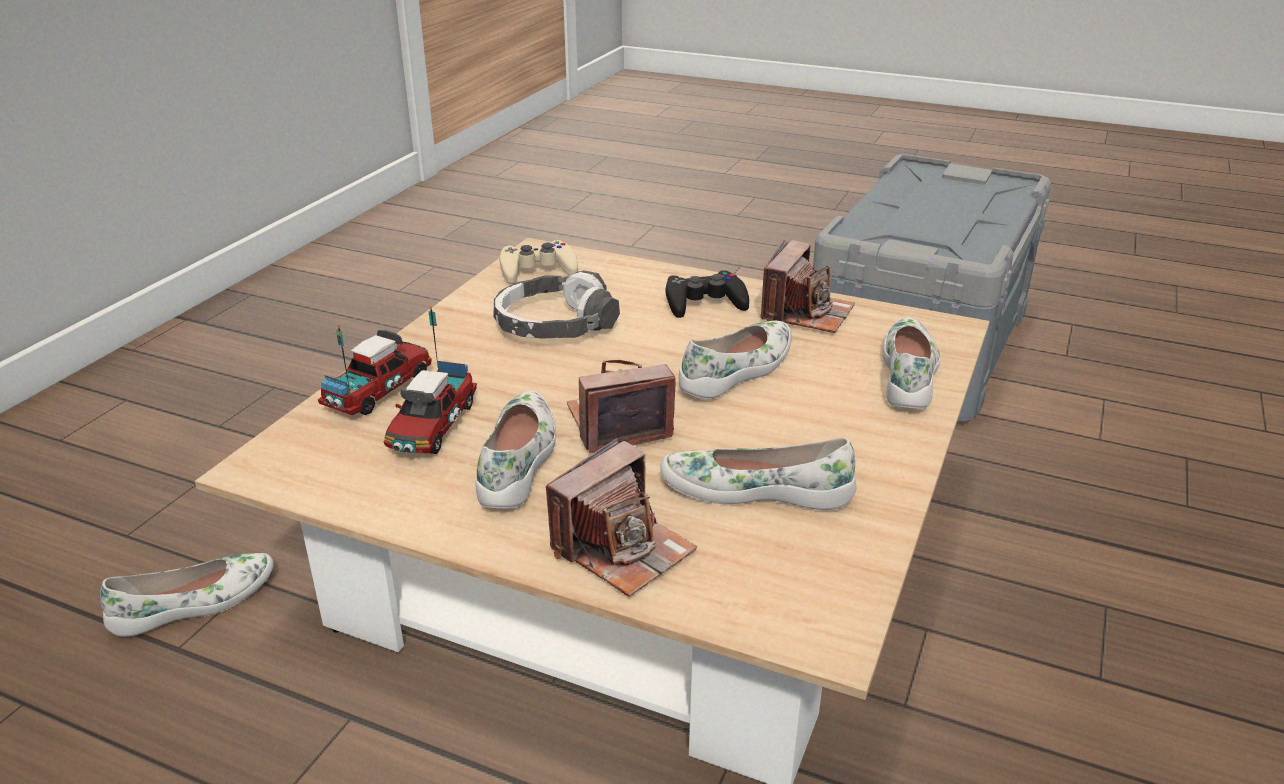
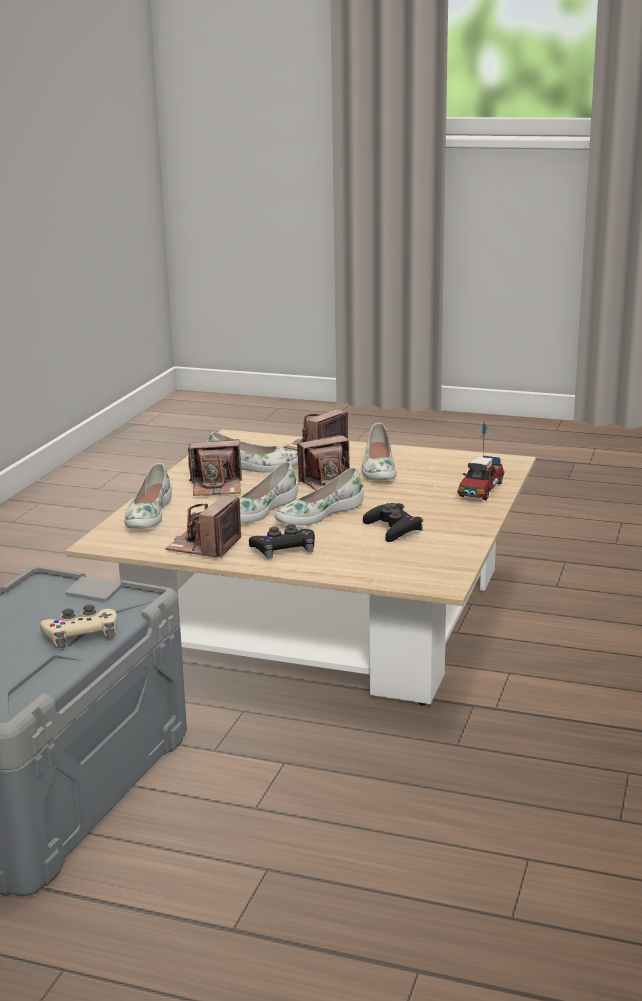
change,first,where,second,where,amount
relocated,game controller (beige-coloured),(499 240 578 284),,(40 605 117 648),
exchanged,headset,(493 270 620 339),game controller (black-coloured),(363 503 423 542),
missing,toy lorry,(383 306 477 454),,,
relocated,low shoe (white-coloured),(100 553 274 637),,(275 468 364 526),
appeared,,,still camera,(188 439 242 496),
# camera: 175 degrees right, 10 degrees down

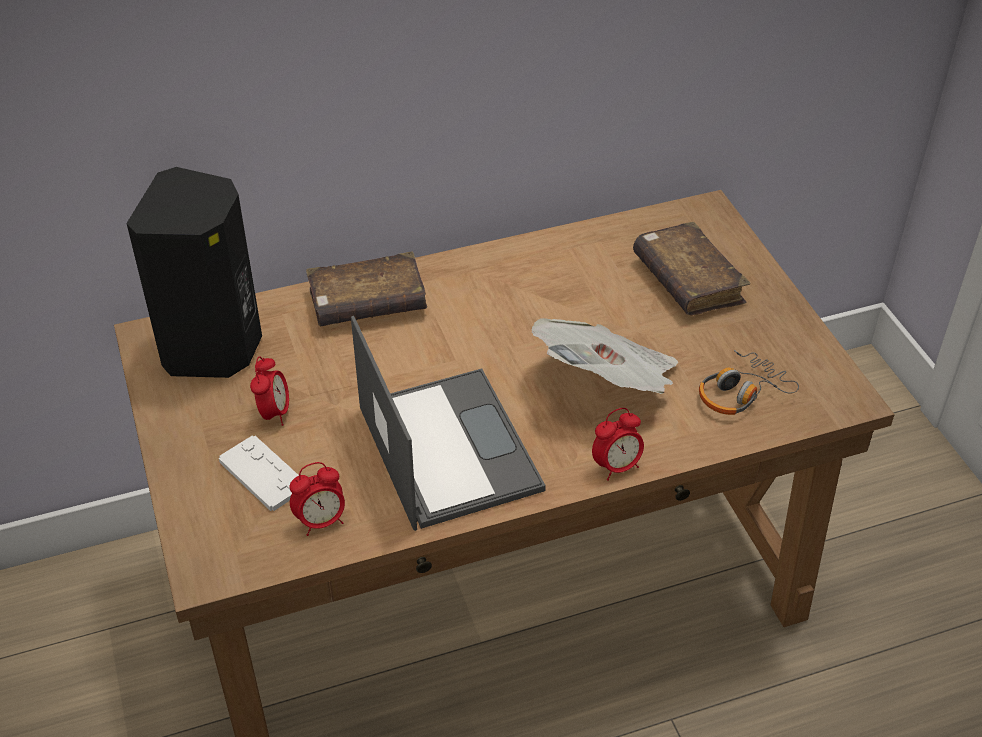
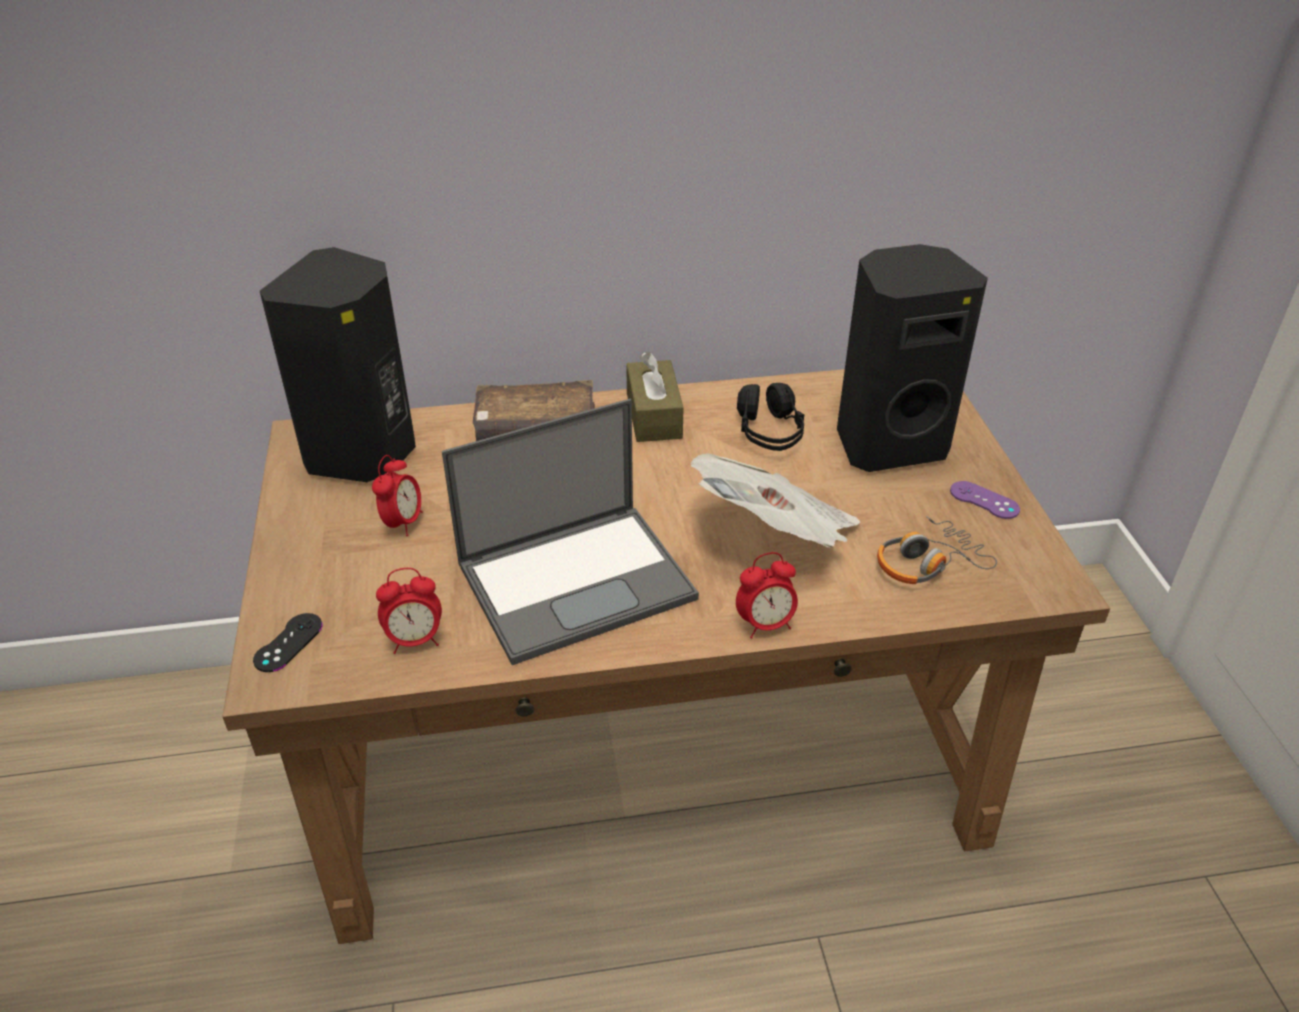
change,first,where,second,where,amount
exchanged,bound book (brown),(633 222 750 316),audio speaker (black-coloured),(837 244 988 472),
spun,laptop,(351 316 546 531),,(442 399 699 665),75 degrees clockwise
missing,game controller (white-coloured),(219 436 299 511),,,
appeared,,,tissue holder (brown),(626 352 683 442),
appeared,,,headset (black-coloured),(737 383 804 451),
appeared,,,game controller (purplish),(950 481 1020 519),
appeared,,,game controller (black-coloured),(253 613 323 672),
# camera: 10 degrees right, 5 degrees down

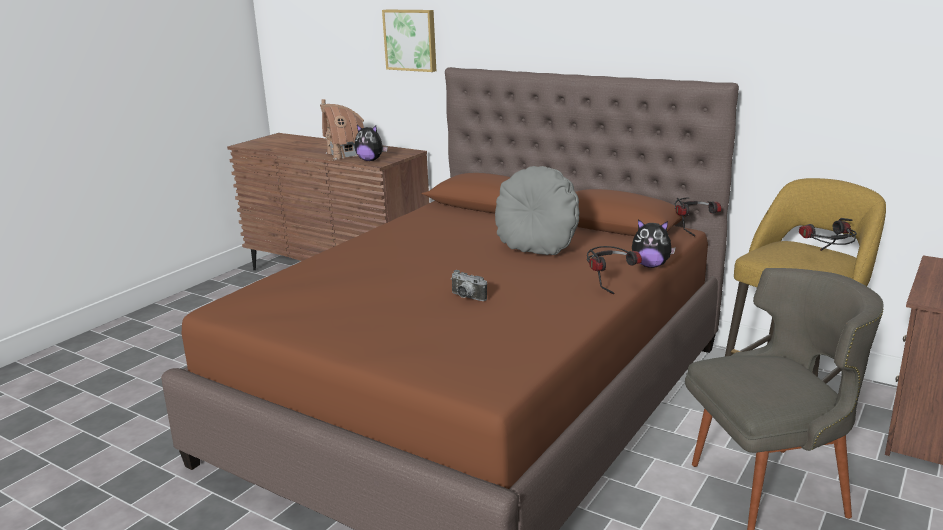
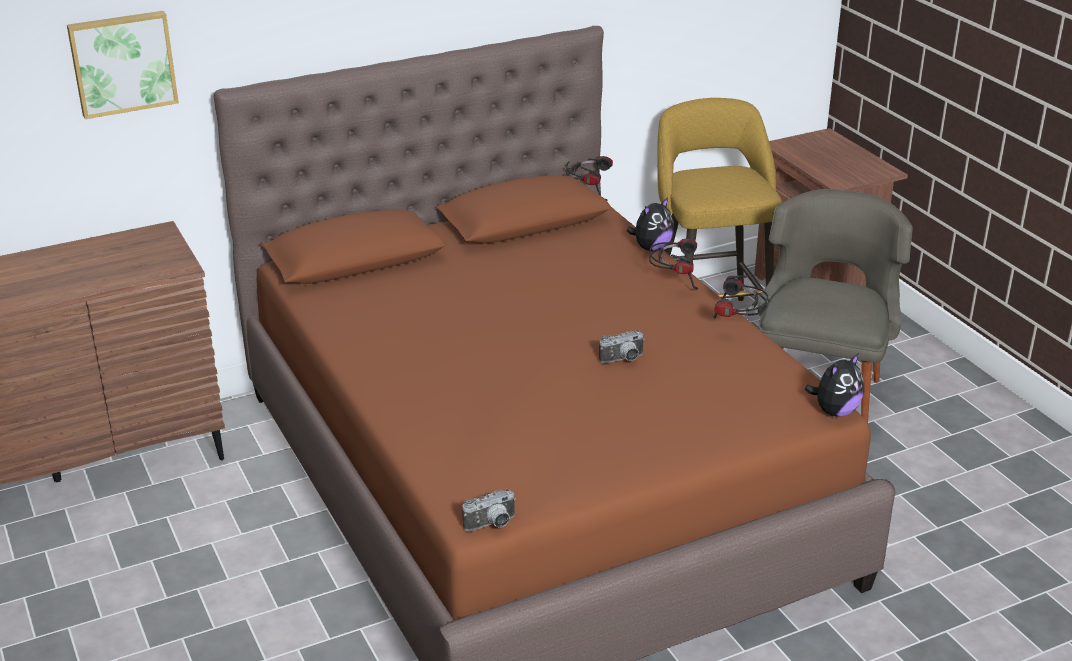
change,first,where,second,where,amount
missing,toy house,(320 99 364 160),,,
relocated,cuddly toy,(354 125 388 161),,(805 353 864 417),
missing,cushion (greyish),(495 166 580 255),,,
relocated,headset,(799 218 857 251),,(714 275 768 319),
appeared,,,still camera,(462 489 516 531),
# camera: 60 degrees left, 10 degrees up

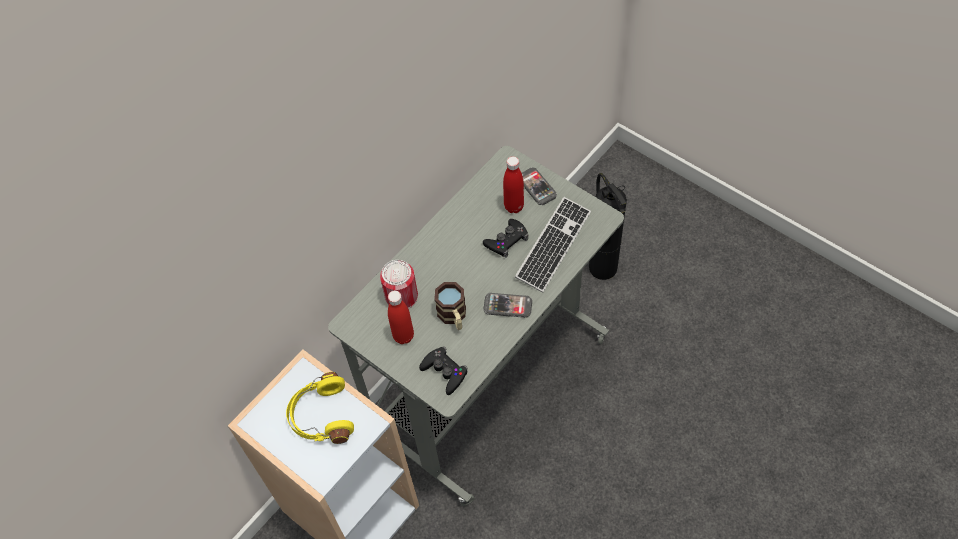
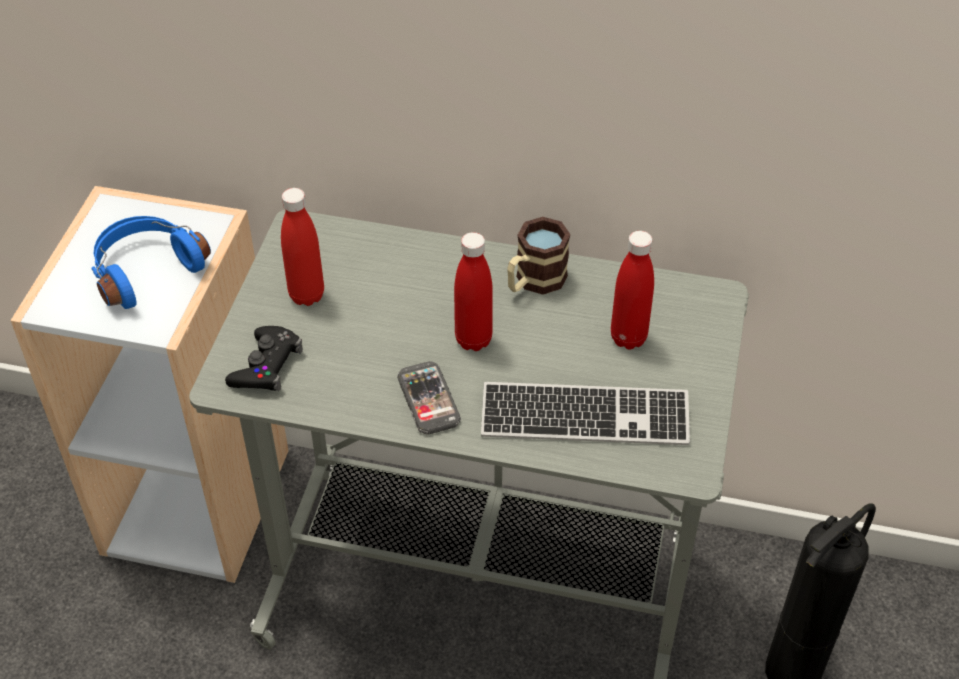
change,first,where,second,where,amount
missing,telephone,(522 167 557 205),,,
missing,game controller (black-coloured),(483 219 528 258),,,
missing,can,(380 260 418 309),,,
relocated,tea mug,(434 282 466 330),,(507 217 570 295),
colour,headset (yellowish),(286 372 354 444),headset (blue),(91 216 211 309),
appeared,,,beverage bottle (red-coloured),(454 232 493 351),
# camera: 60 degrees right, 10 degrees down

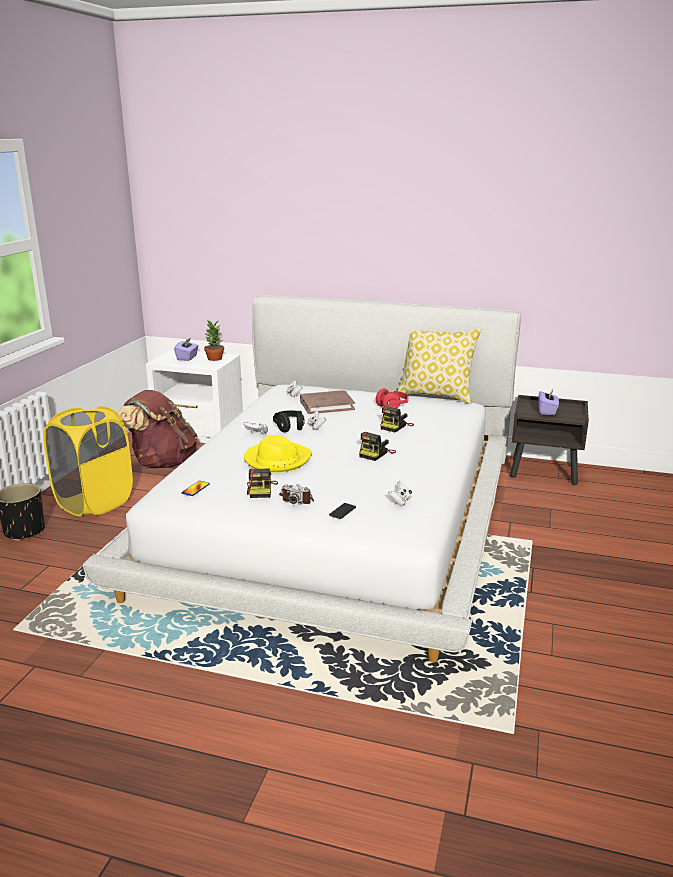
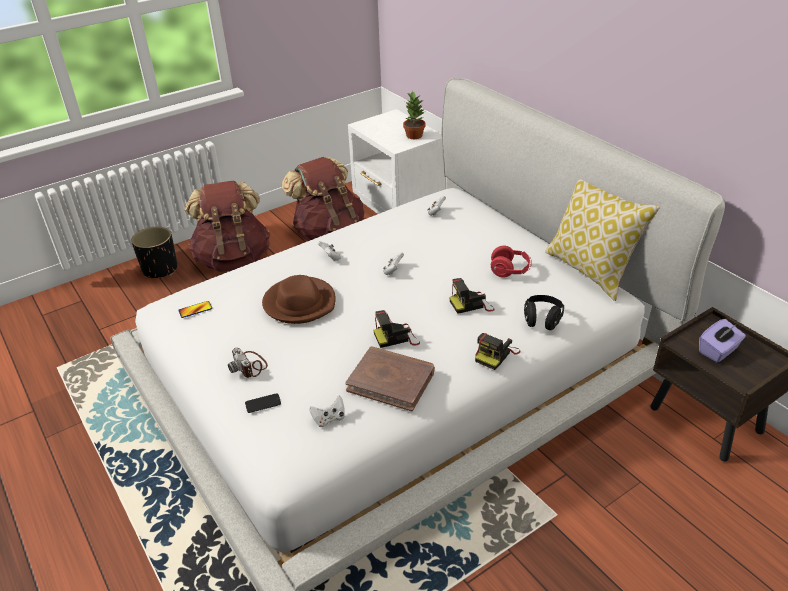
change,first,where,second,where,amount
missing,tissue holder (purplish),(174 337 199 361),,,
relocated,bound book (brown),(300 390 355 414),,(345 346 435 411),
exchanged,hamper (yellowish),(44 406 133 517),knapsack (brown),(185 181 270 272),
relocated,headset (black-coloured),(273 410 305 433),,(524 295 564 330),
colour,wearable hat (yellowish),(244 435 312 473),wearable hat (brown),(262 275 336 324),
relocated,still camera,(247 469 278 498),,(475 333 521 370),
# camera: 40 degrees right, 15 degrees up

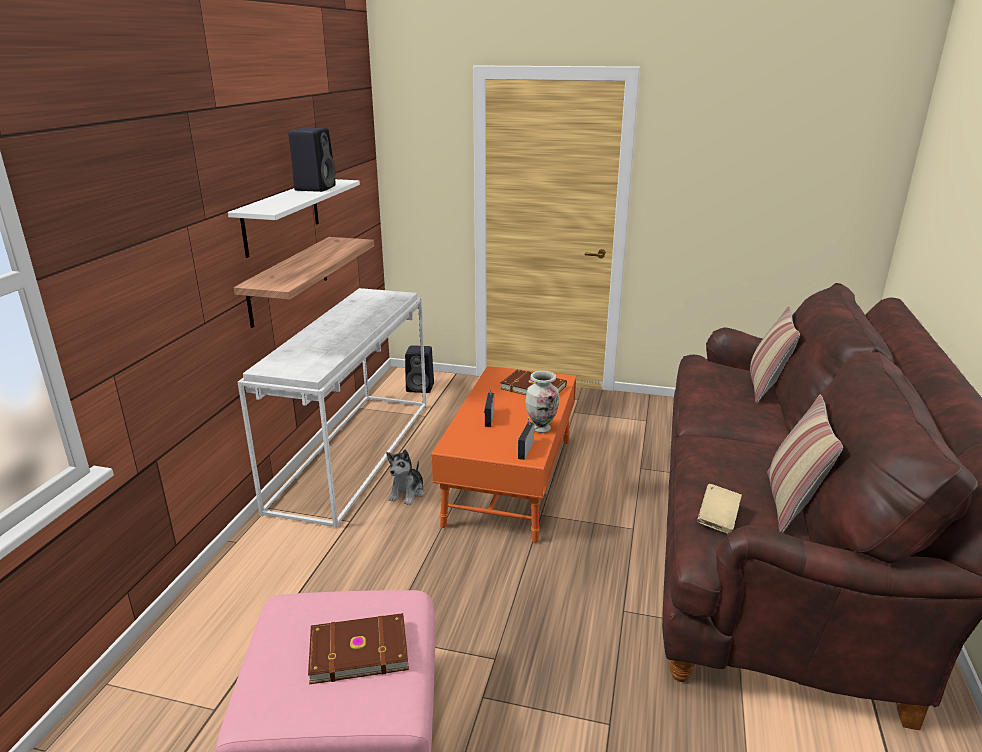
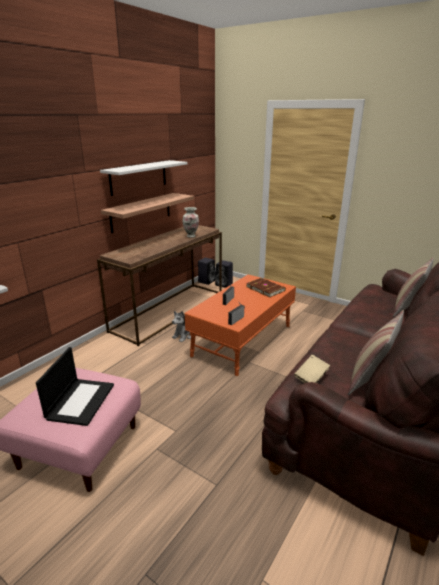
change,first,where,second,where,amount
relocated,audio speaker (black-coloured),(288 128 336 192),,(198 258 216 285),
colour,hall table (white-coloured),(237 288 426 529),hall table (brown),(97 225 222 346),
relocated,vase,(525 371 559 433),,(183 207 199 238),
exchanged,bound book (brown),(308 613 409 685),laptop,(36 347 114 426),
# camera: 20 degrees right, 0 degrees up

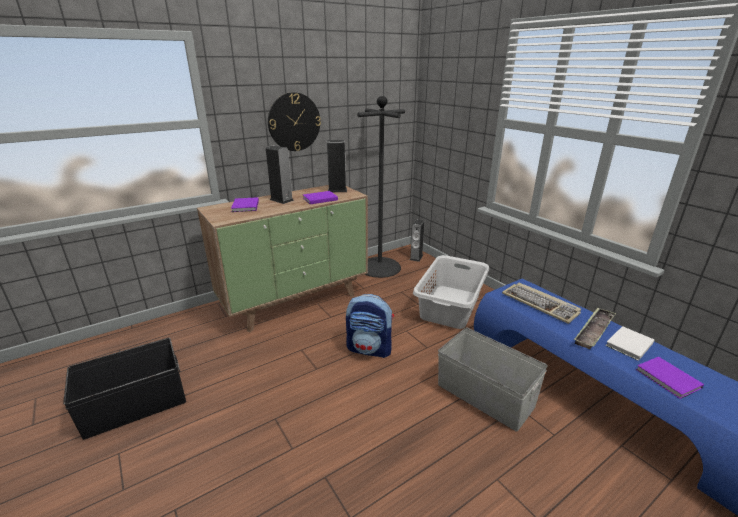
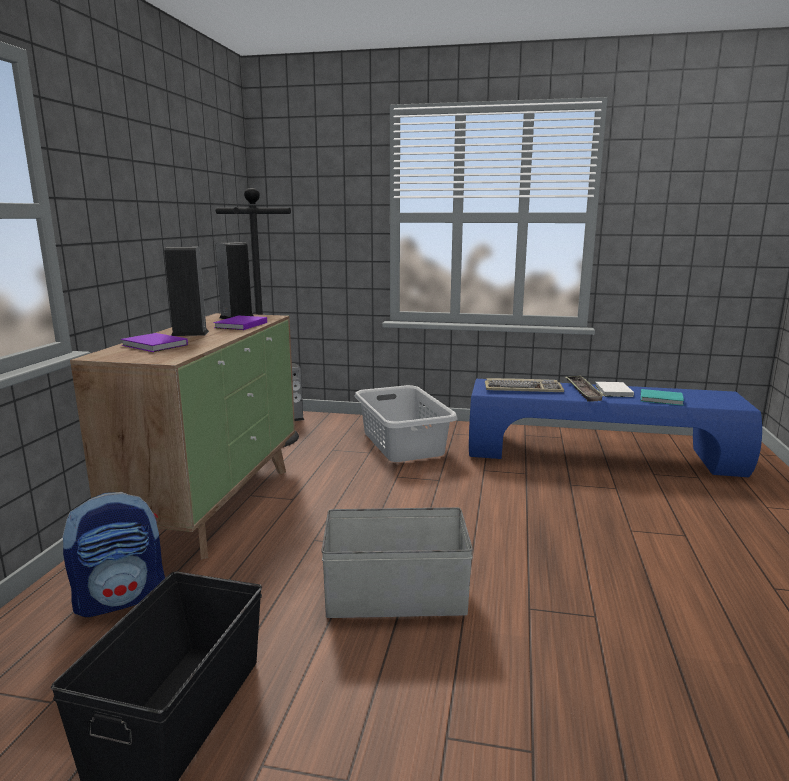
change,first,where,second,where,amount
missing,wall clock,(268 92 321 151),,,
relocated,knapsack,(346 294 394 358),,(62 492 165 617),
relocated,storage bin (greyish),(438 328 548 432),,(321 507 473 618),
colour,bound book (purplish),(636 357 704 399),bound book (turquoise-coloured),(641 389 684 406),
# camera: 45 degrees left, 10 degrees down

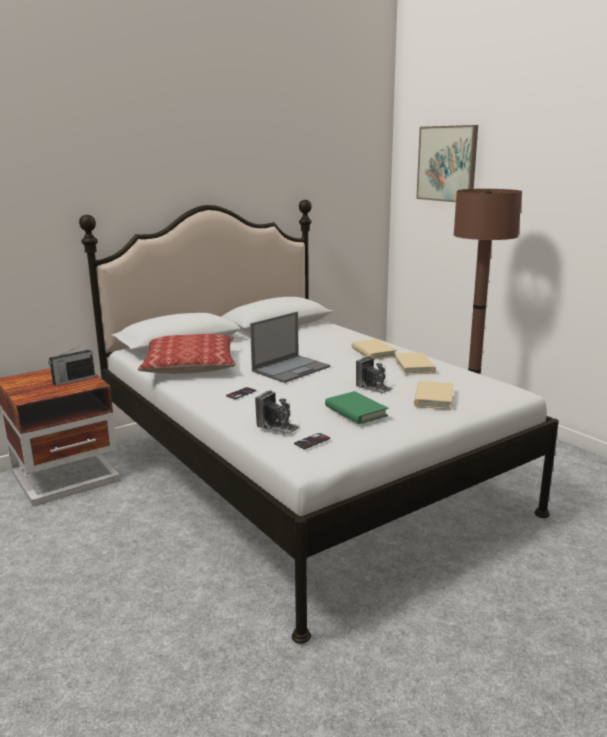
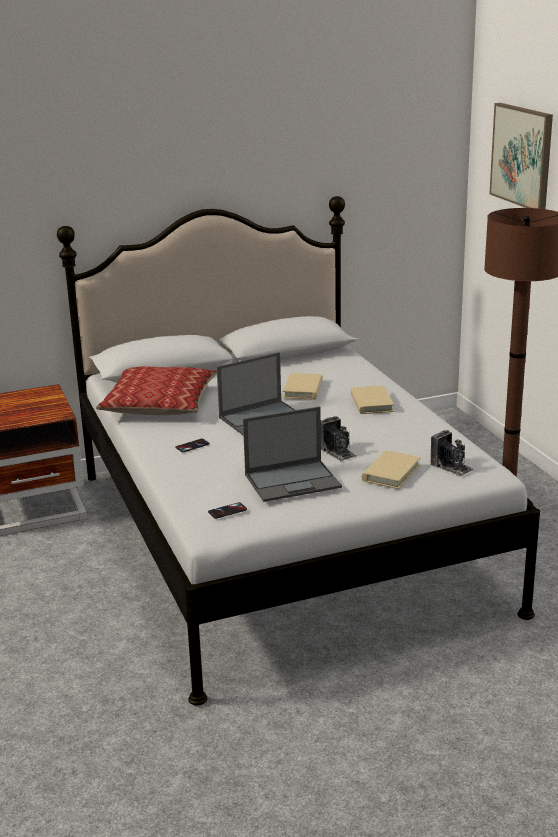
change,first,where,second,where,amount
missing,radio,(49 346 95 386),,,
relocated,bound book (beige-coloured),(394 353 436 375),,(283 373 323 399),
relocated,still camera,(255 390 300 435),,(431 430 474 476),
exchanged,bound book (green),(325 391 388 424),laptop,(243 406 342 502),
# camera: 15 degrees right, 5 degrees up

